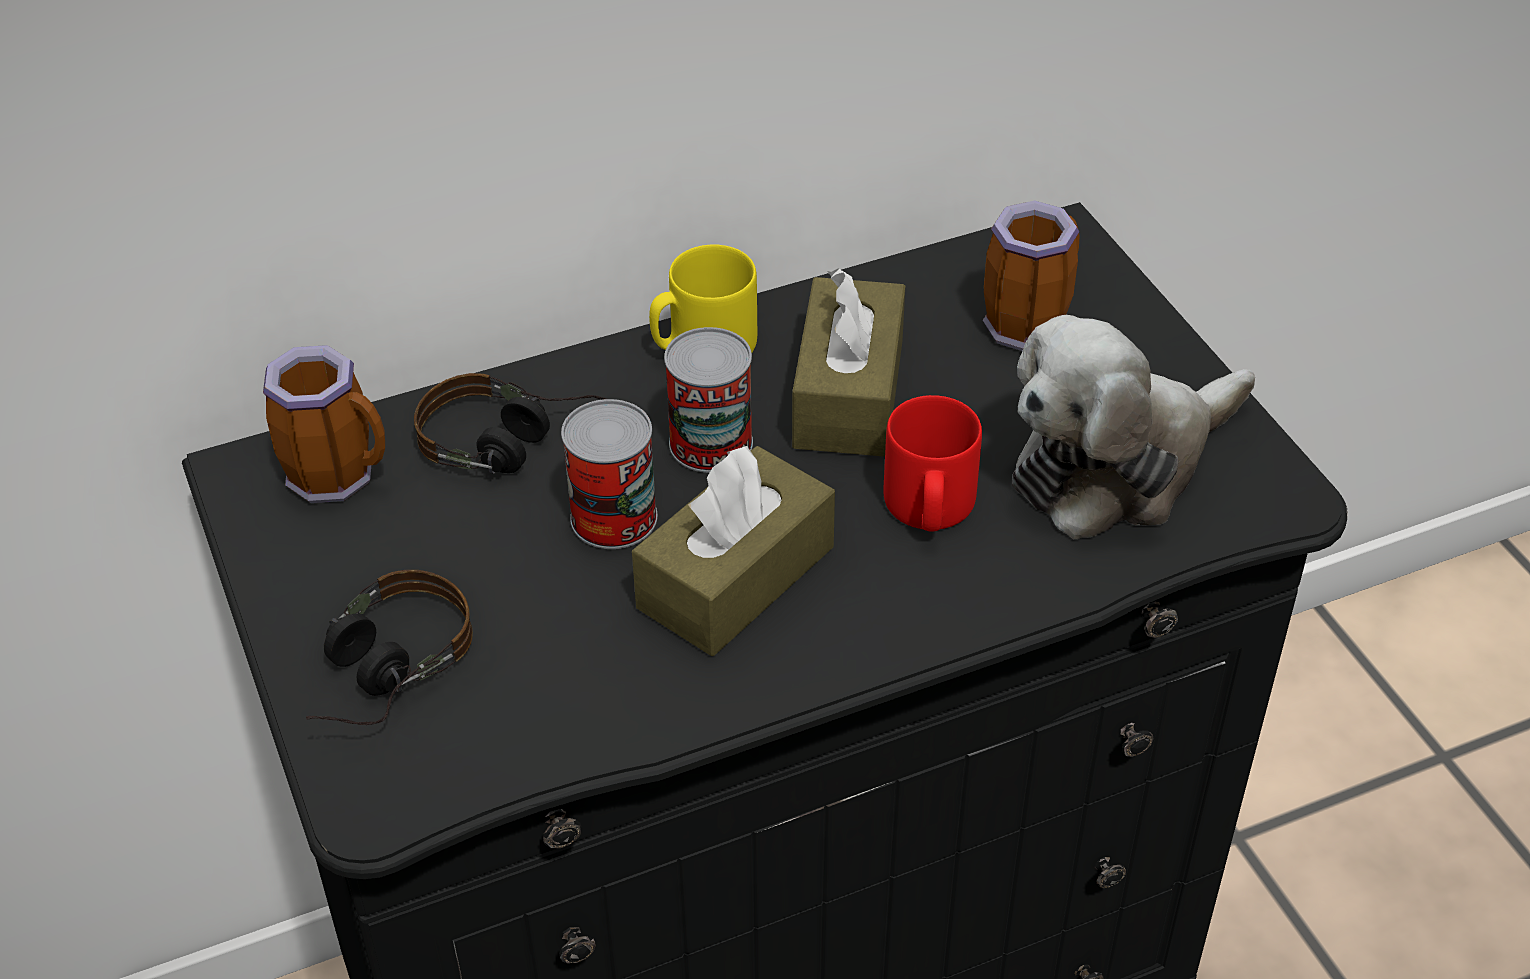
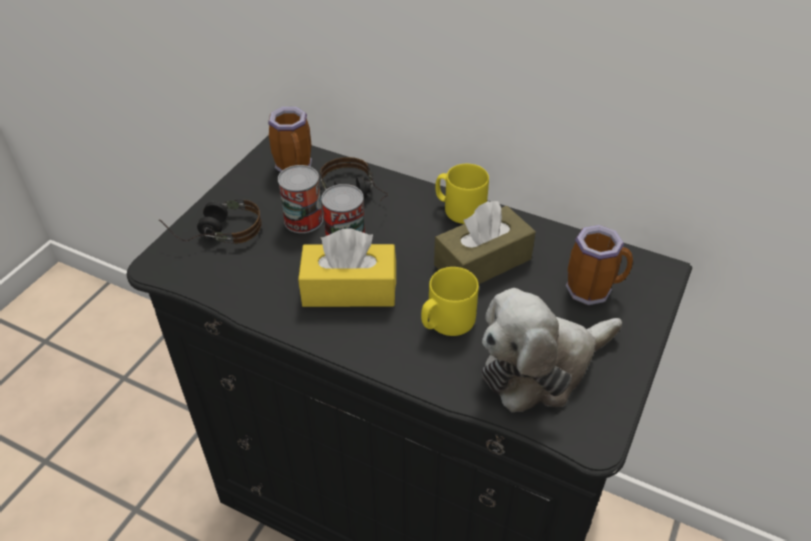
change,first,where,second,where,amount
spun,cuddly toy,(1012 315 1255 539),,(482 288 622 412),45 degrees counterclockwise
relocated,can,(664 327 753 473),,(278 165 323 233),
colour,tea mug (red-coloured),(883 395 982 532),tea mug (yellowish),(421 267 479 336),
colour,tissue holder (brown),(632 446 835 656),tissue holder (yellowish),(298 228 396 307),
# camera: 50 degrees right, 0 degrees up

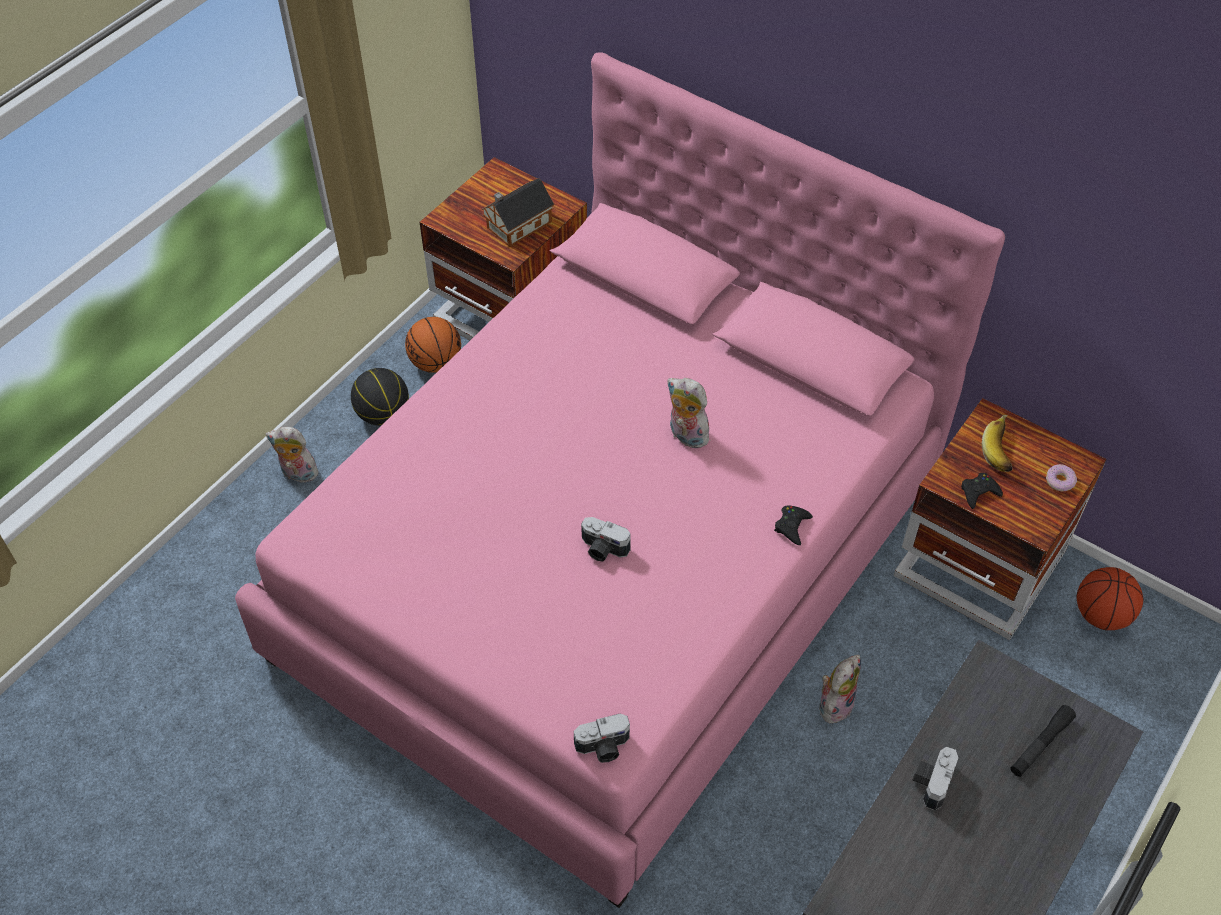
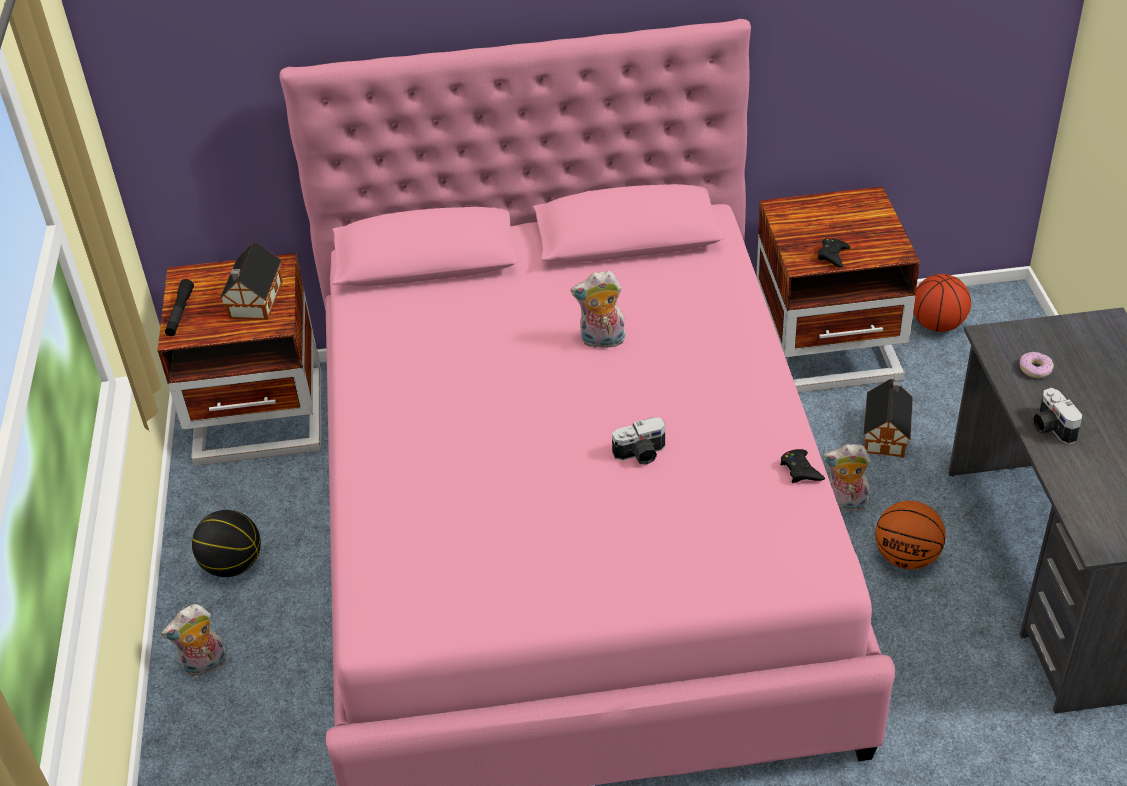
change,first,where,second,where,amount
relocated,ball for basketball,(405 317 461 373),,(875 501 946 570),
missing,banana,(982 415 1012 472),,,
relocated,doughnut,(1046 464 1077 491),,(1020 352 1054 378),
relocated,game controller (black-coloured),(774 506 813 545),,(780 449 825 483),
spun,cuddly toy,(819 655 861 723),,(823 444 871 511),75 degrees counterclockwise
relocated,torch (black-coloured),(1010 705 1076 777),,(165 279 194 336),
missing,still camera,(574 714 630 763),,,
appeared,,,toy house,(863 379 913 458),
# camera: 40 degrees left, 10 degrees down

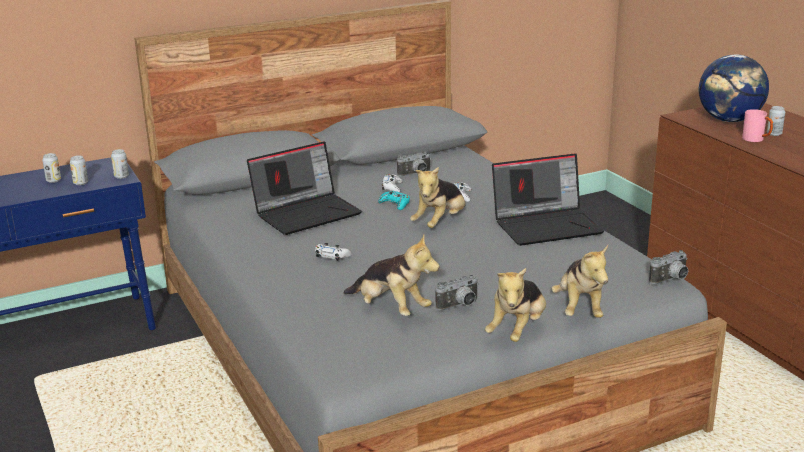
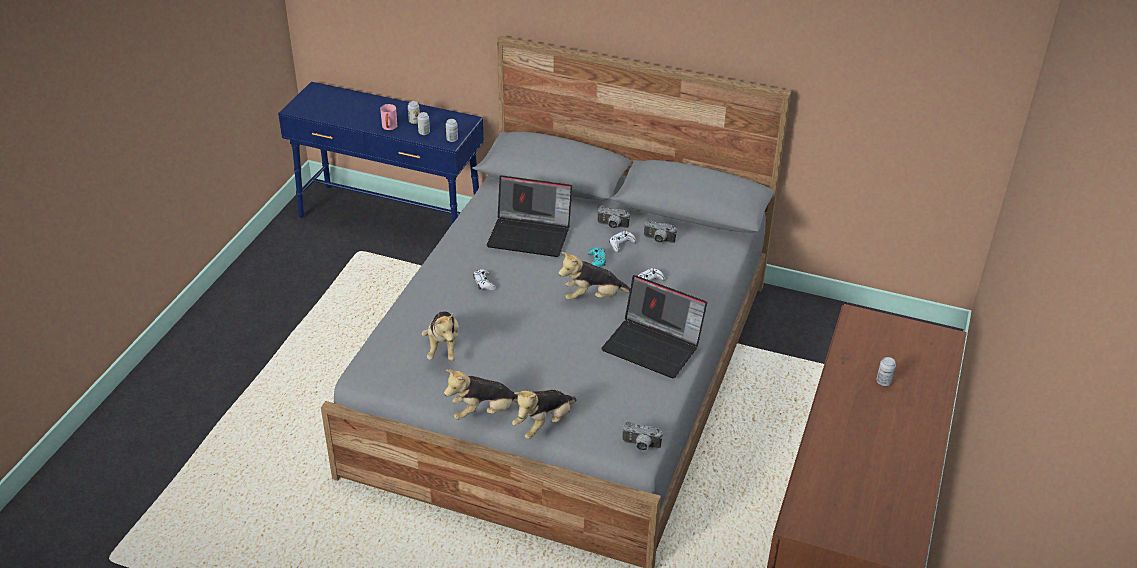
change,first,where,second,where,amount
missing,world globe,(699 54 769 122),,,
relocated,tea mug (pinkish),(742 109 773 142),,(380 104 397 130),
relocated,still camera,(435 275 479 311),,(597 205 630 229),
# camera: 45 degrees right, 15 degrees up

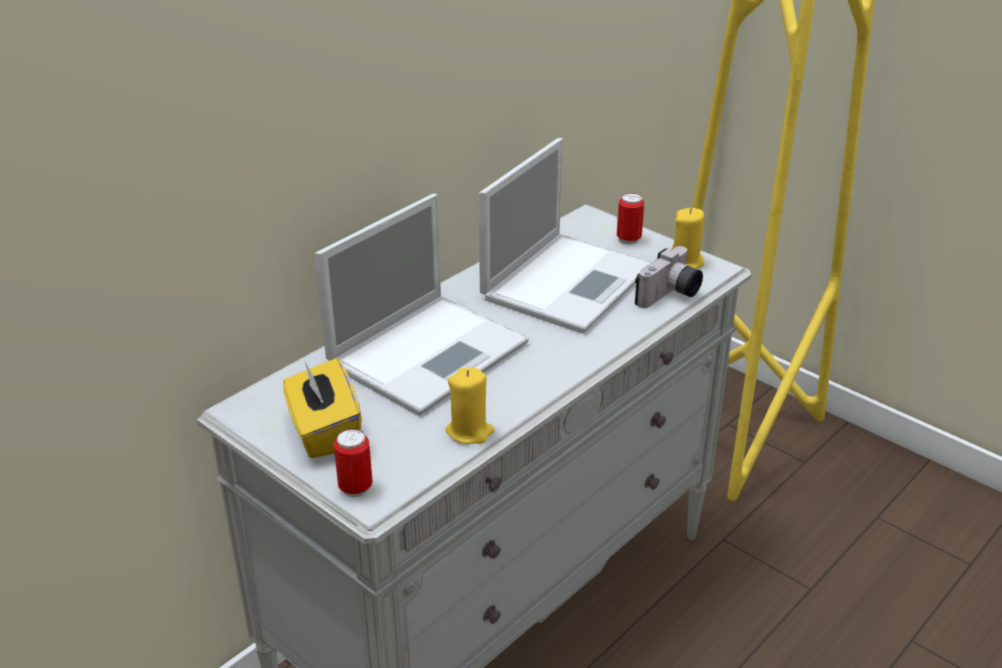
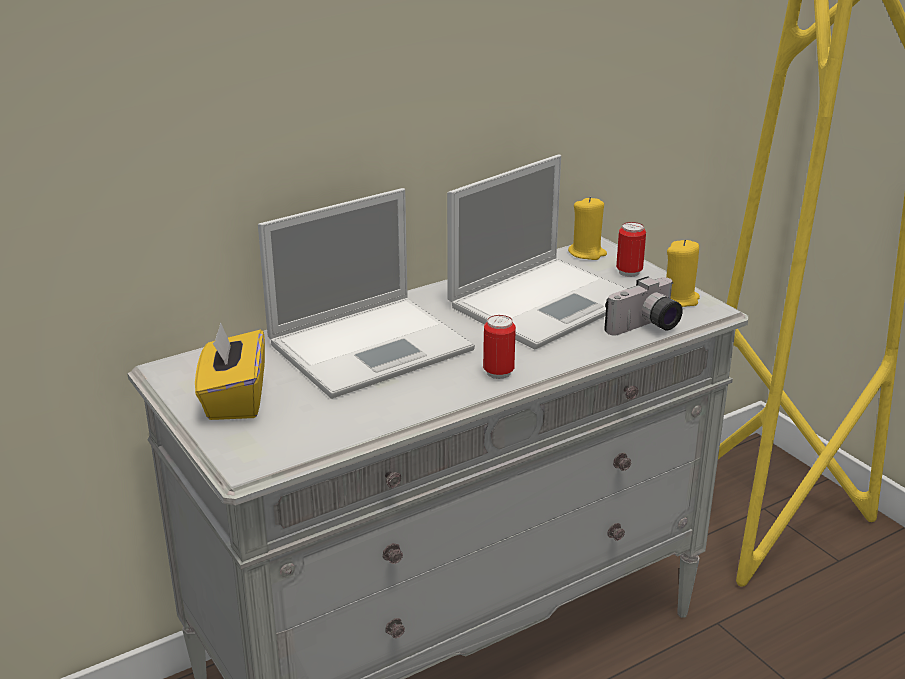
change,first,where,second,where,amount
relocated,wax light (yellowish),(445 368 495 444),,(568 197 607 260),
relocated,can,(334 429 373 497),,(483 315 516 379),
# camera: 15 degrees right, 5 degrees down

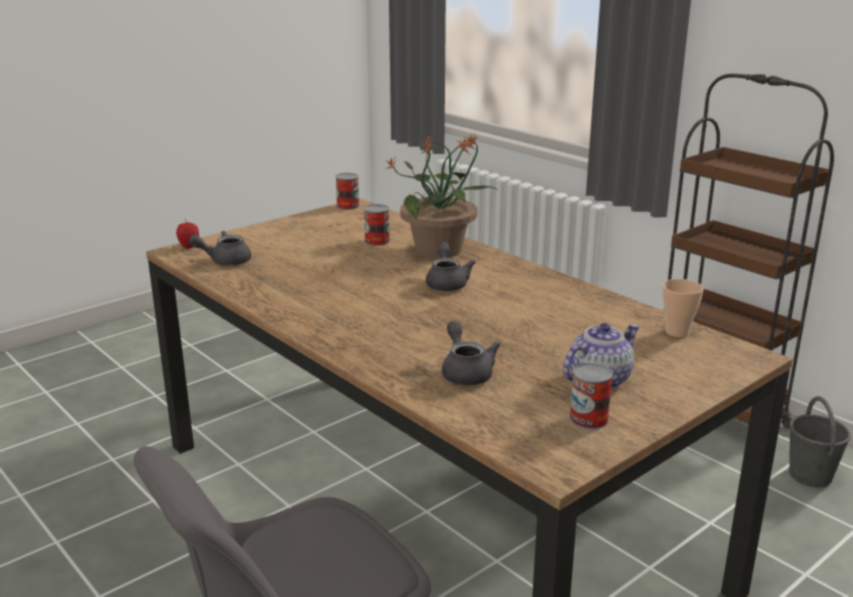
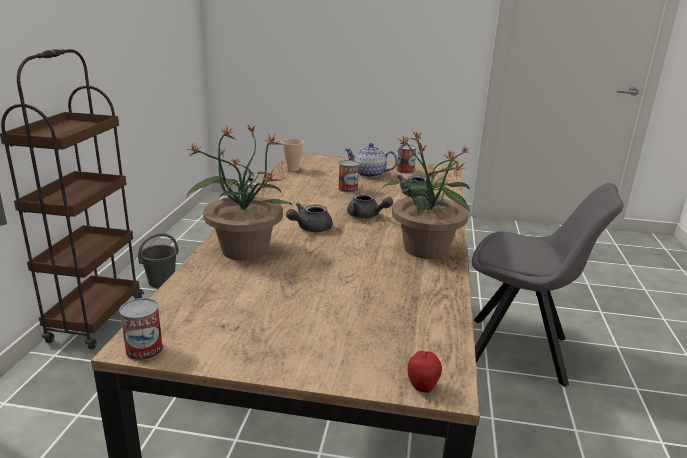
change,first,where,second,where,amount
relocated,can,(364 204 390 246),,(338 160 359 193),
relocated,pot for tea (greyish),(188 231 251 266),,(347 193 393 219),
appeared,,,plant in a pot,(382 131 471 259),
# camera: 130 degrees left, 0 degrees up

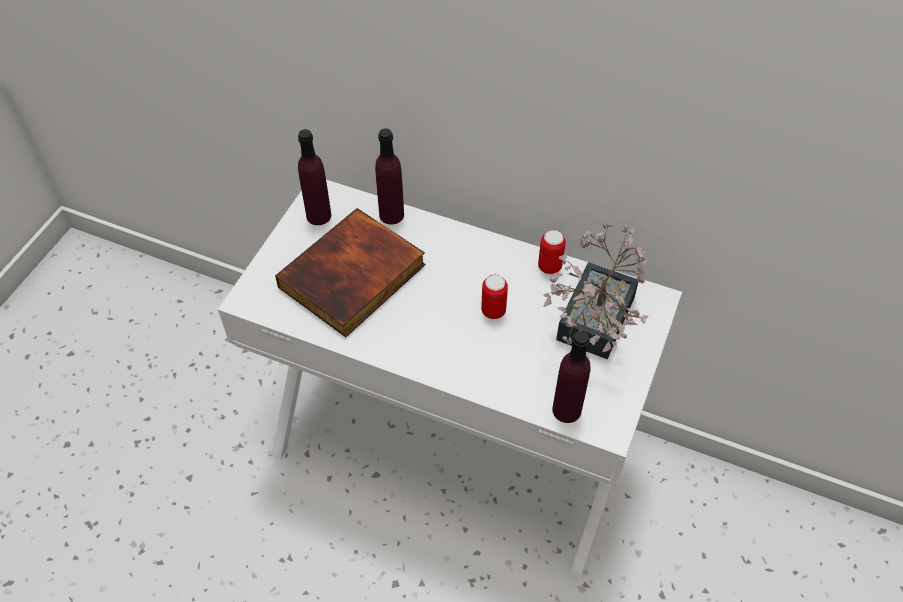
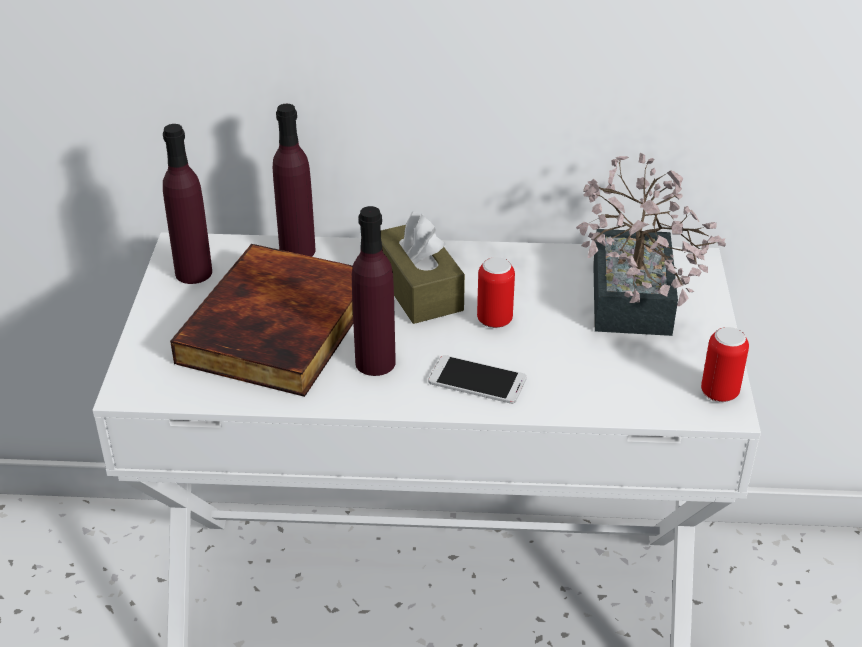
change,first,where,second,where,amount
relocated,can,(538 230 566 274),,(701 327 749 402),
relocated,beverage bottle (purplish),(552 331 590 423),,(352 206 396 376),
appeared,,,tissue holder (brown),(381 211 465 324),
appeared,,,telephone,(428 355 527 404),
# camera: 20 degrees left, 15 degrees down

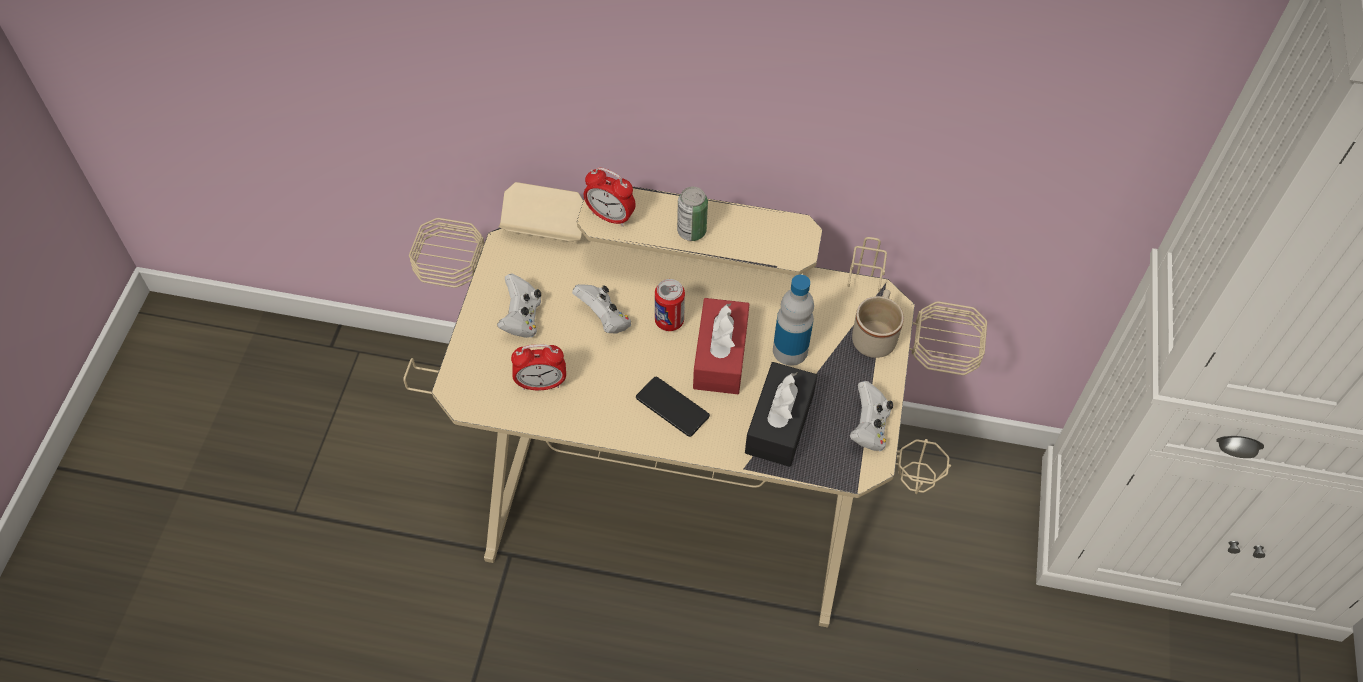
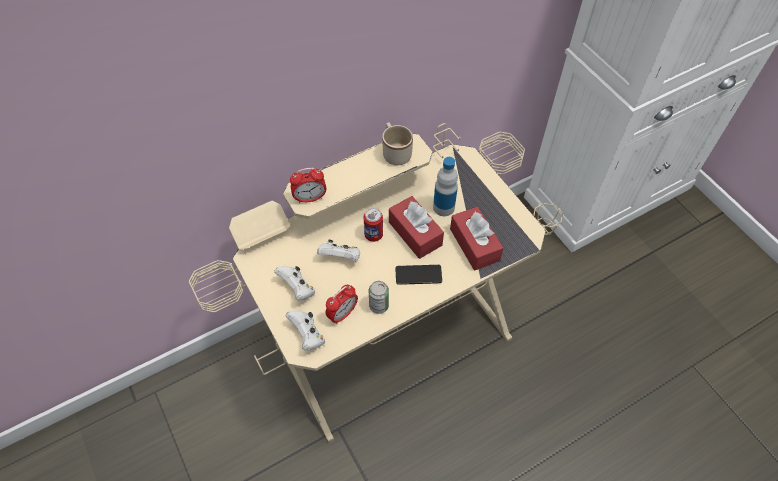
change,first,where,second,where,amount
relocated,can,(677 187 708 241),,(369 281 389 314),
relocated,tea mug (beige-coloured),(852 289 904 358),,(382 122 413 165),
colour,tissue holder (black-coloured),(745 362 818 467),tissue holder (red-coloured),(450 207 503 271),
relocated,game controller (white-coloured),(849 381 893 452),,(286 311 325 350),
# camera: 40 degrees left, 0 degrees up

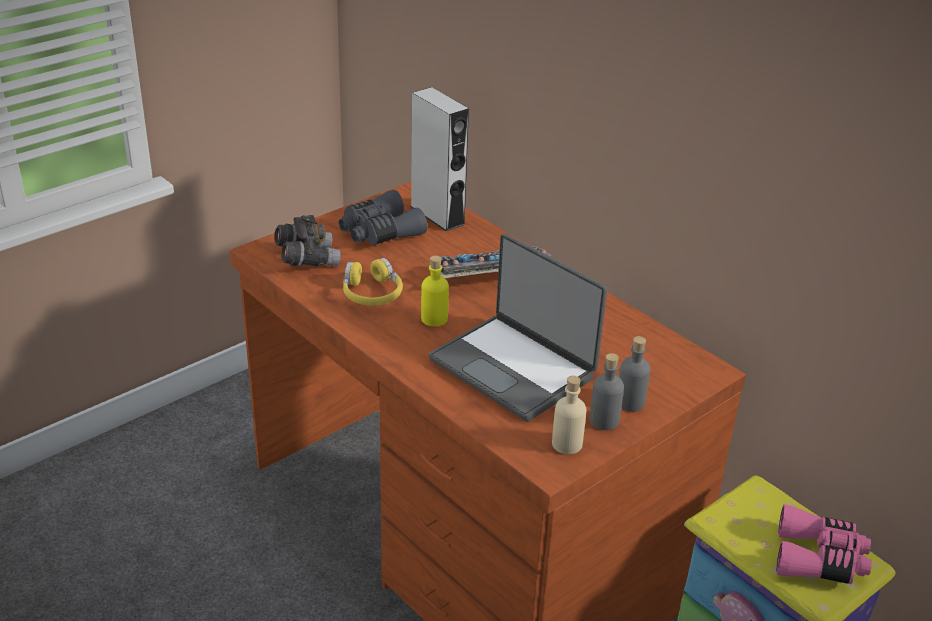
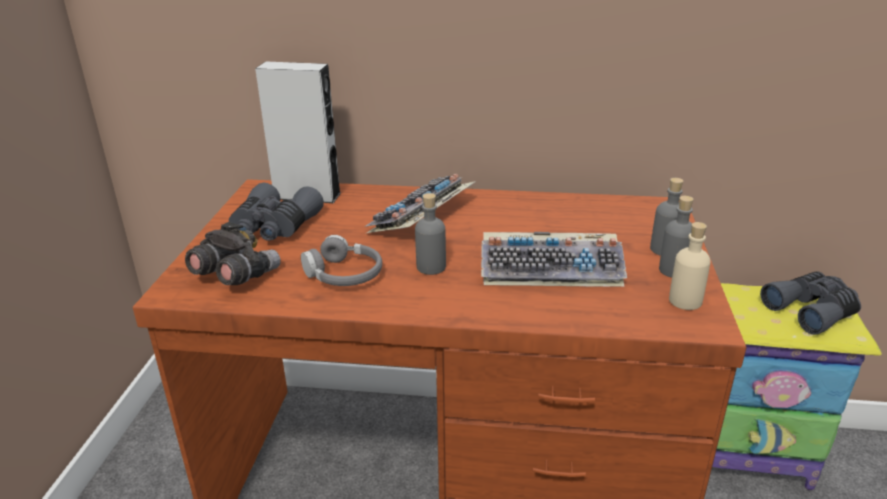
change,first,where,second,where,amount
exchanged,laptop,(428 233 607 422),keyboard,(481 232 627 287),
colour,beverage bottle (yellowish),(421 256 449 327),beverage bottle (greyish),(415 193 446 275),
colour,headset (yellowish),(343 258 403 306),headset (greyish),(301 235 382 286),
colour,binoculars (pinkish),(776 504 872 584),binoculars (greyish),(760 272 861 335),
# camera: 40 degrees left, 5 degrees down

